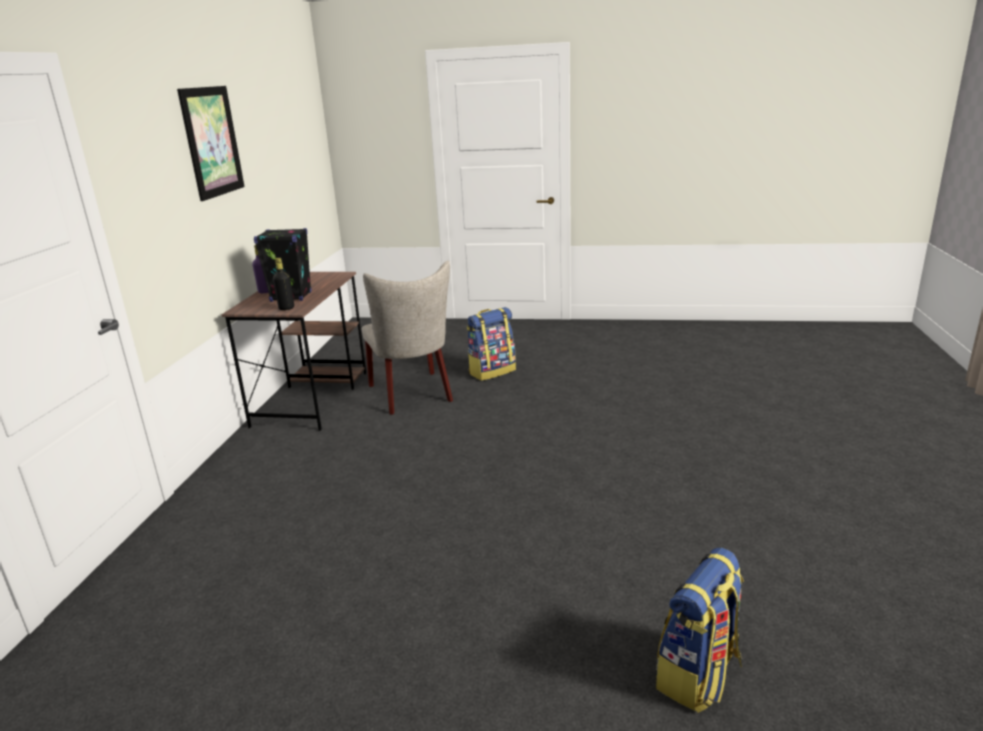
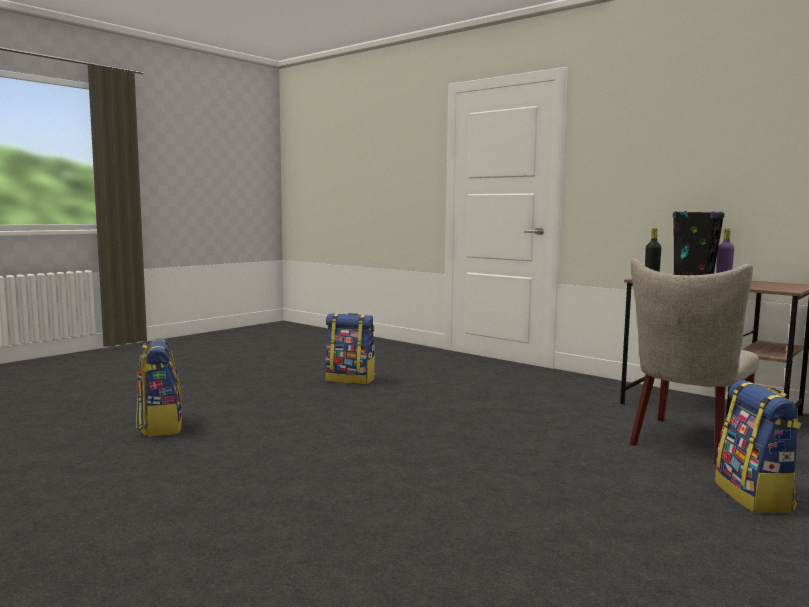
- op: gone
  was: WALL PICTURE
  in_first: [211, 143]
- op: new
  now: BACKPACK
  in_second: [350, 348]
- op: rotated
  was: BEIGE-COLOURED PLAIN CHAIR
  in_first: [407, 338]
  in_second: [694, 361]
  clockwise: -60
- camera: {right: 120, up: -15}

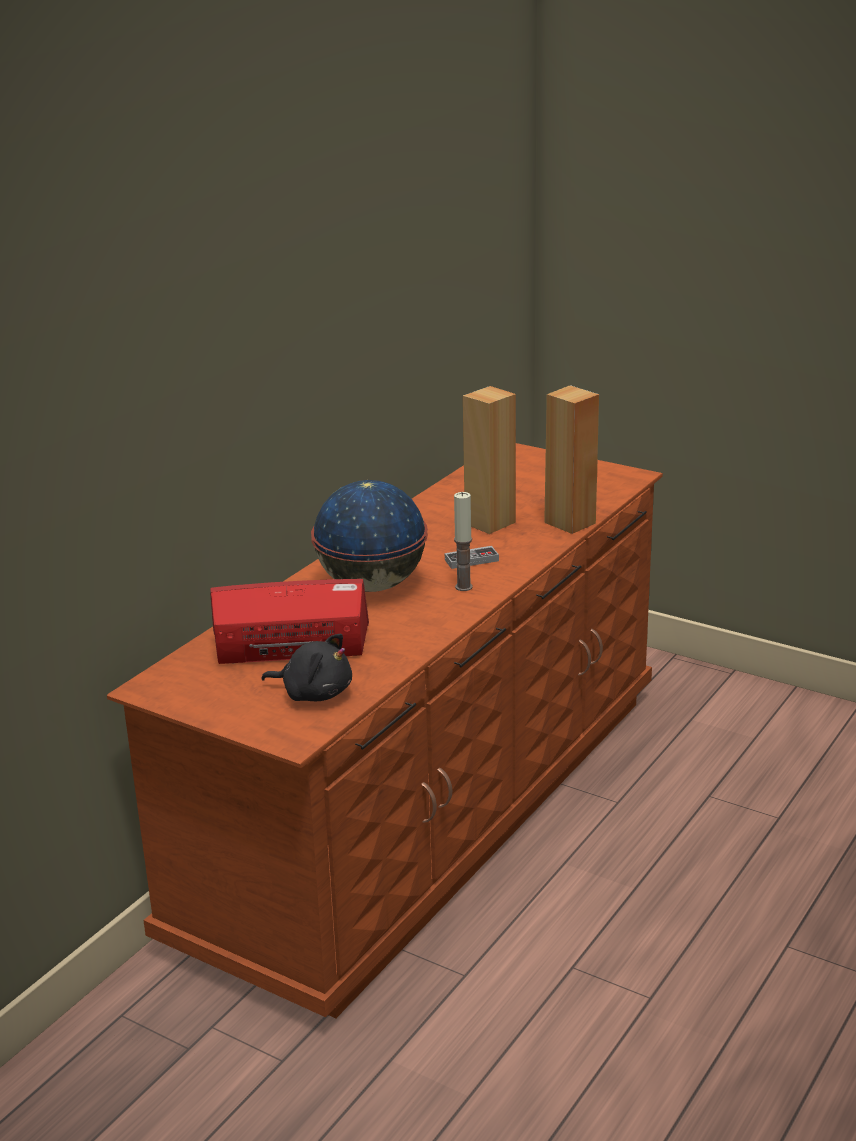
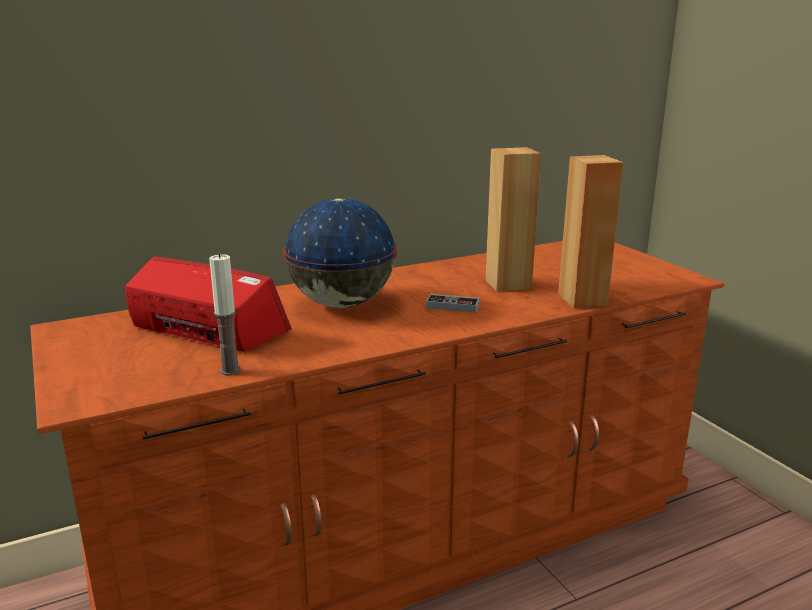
- op: gone
  was: BLACK-COLOURED CUDDLY TOY
  in_first: [306, 667]
- op: shifted
  was: CANDLE
  in_first: [463, 541]
  in_second: [225, 314]
- camera: {right: 30, up: -5}

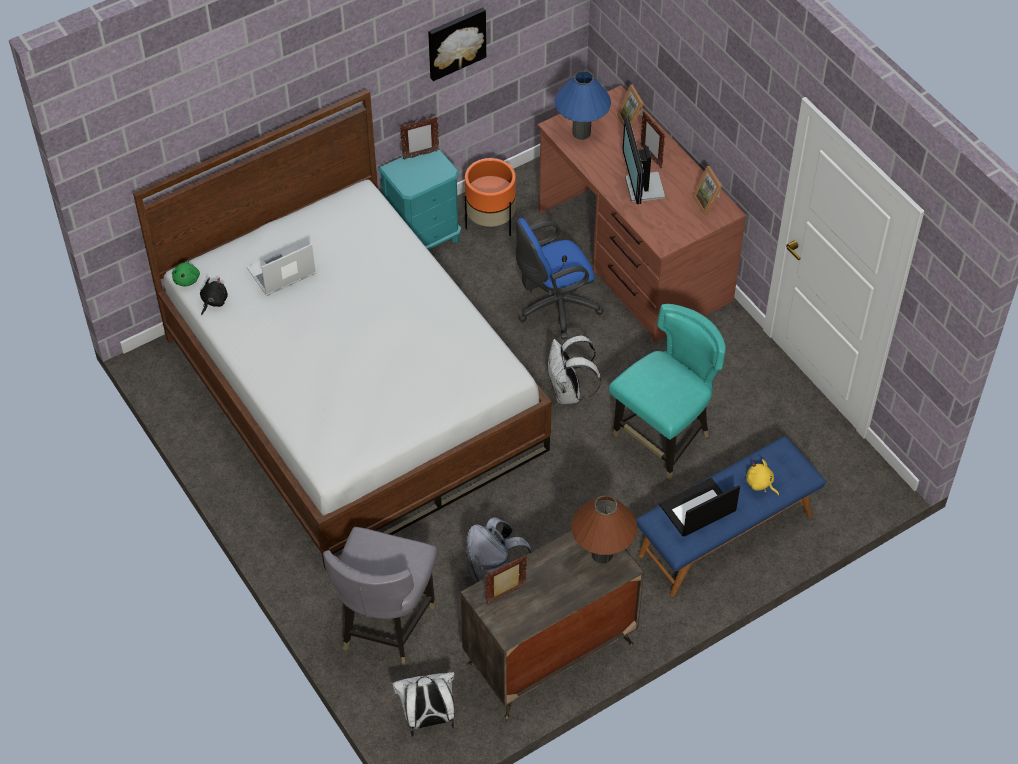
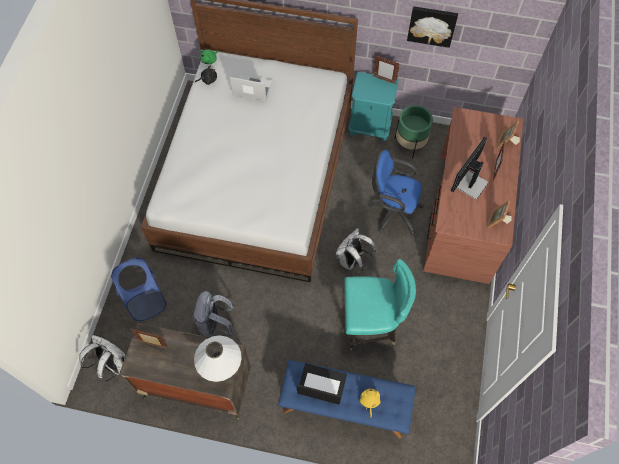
- op: gone
  was: BLUISH TABLETOP LAMP
  in_first: [583, 105]
- op: swapped
  was: GRAY PLAIN CHAIR
  now: BLUISH WASHING BASKET
  in_first: [380, 596]
  in_second: [139, 289]
- op: repainted
  was: ORANGE-COLOURED PLANT POT
  now: GREEN-COLOURED PLANT POT
  in_first: [490, 197]
  in_second: [414, 131]
- op: repainted
  was: BROWN TABLETOP LAMP
  now: WHITE TABLETOP LAMP
  in_first: [604, 529]
  in_second: [218, 358]
- camera: {right: 45, up: 10}

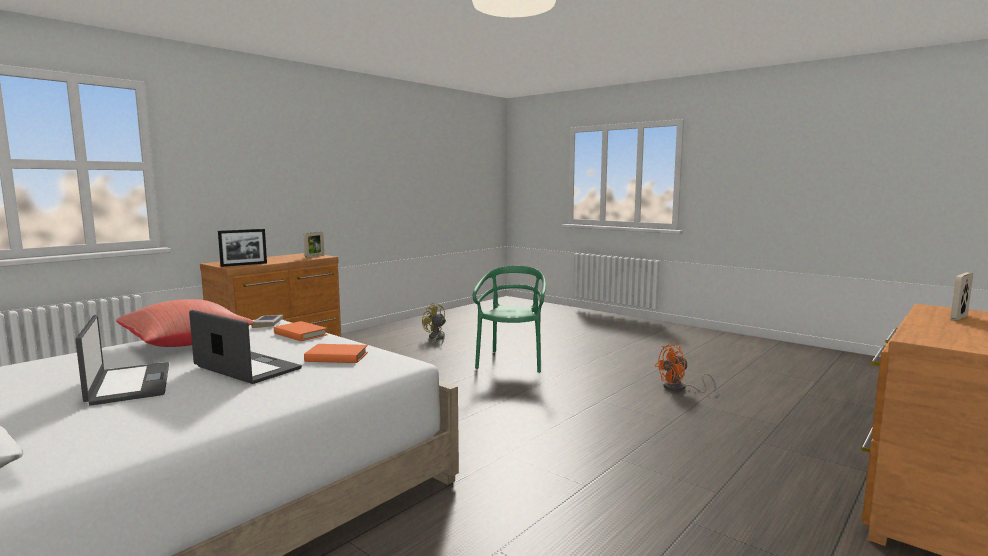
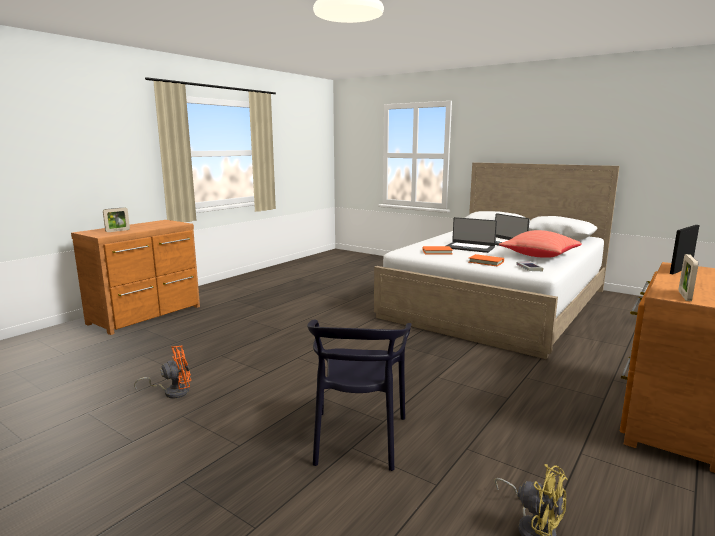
- op: repainted
  was: GREEN-COLOURED PLAIN CHAIR
  now: BLACK-COLOURED PLAIN CHAIR
  in_first: [509, 319]
  in_second: [359, 395]
- camera: {right: 175, up: 5}

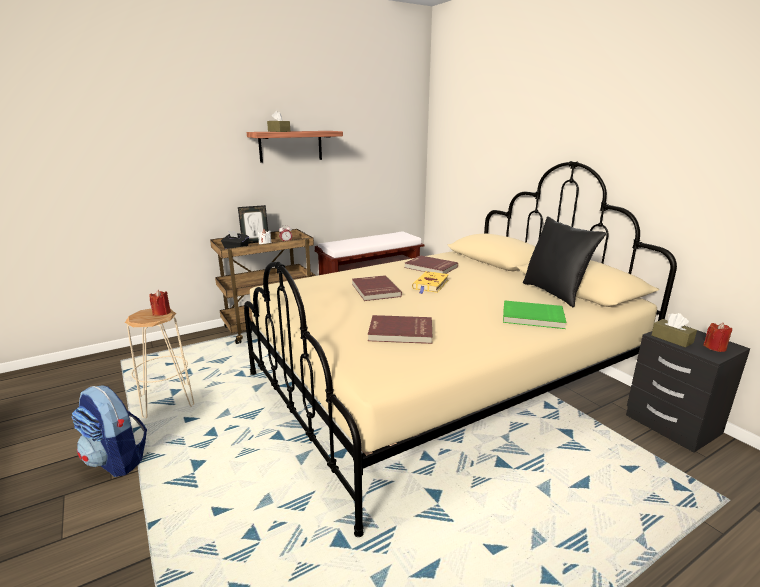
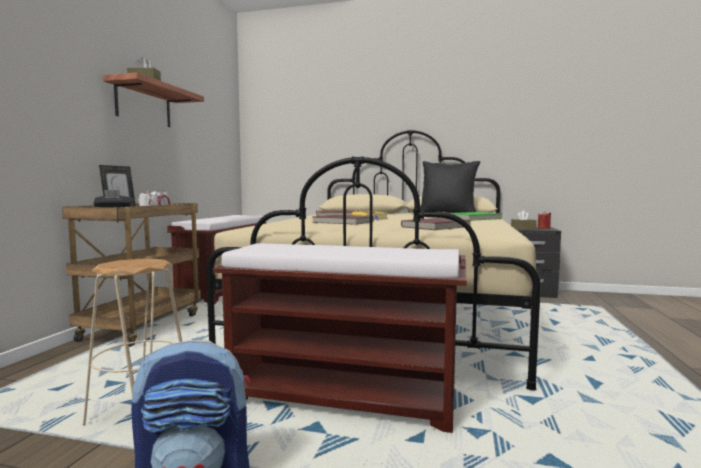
- op: gone
  was: RED CANDLE
  in_first: [160, 303]
- op: new
  now: BROWN INDOOR BENCH
  in_second: [340, 338]
- camera: {right: -45, up: -15}

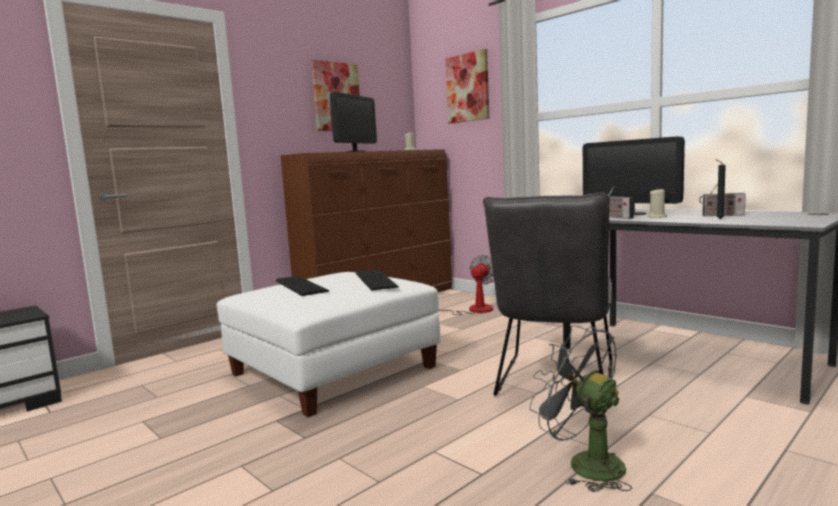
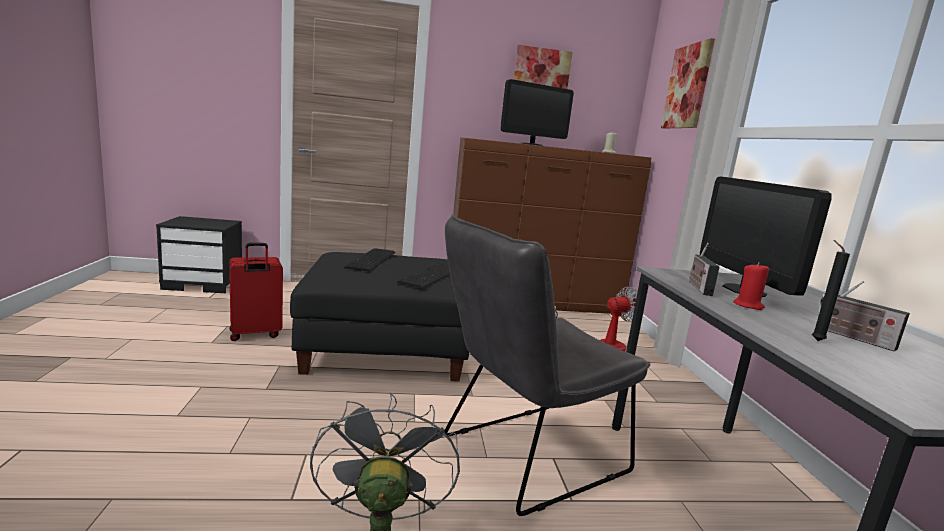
- op: new
  now: RED PIECE OF LUGGAGE
  in_second: [256, 292]
- op: repainted
  was: WHITE OTTOMAN
  now: BLACK-COLOURED OTTOMAN
  in_first: [328, 344]
  in_second: [379, 317]
- op: repainted
  was: BEIGE-COLOURED CANDLE
  now: RED CANDLE
  in_first: [657, 203]
  in_second: [751, 286]
- camera: {right: 35, up: 5}

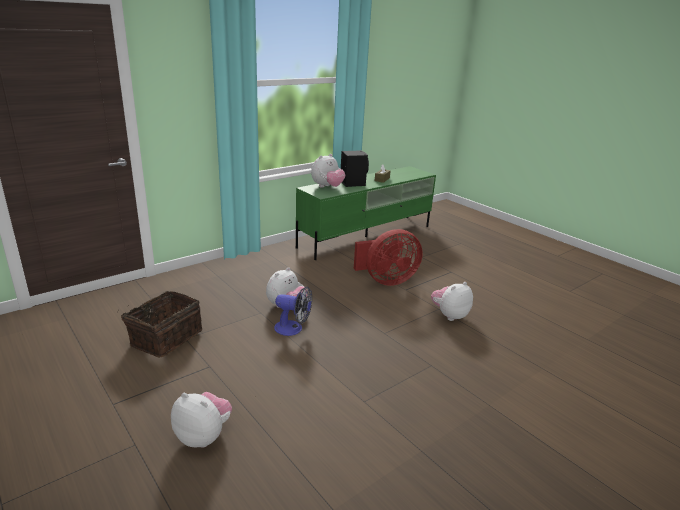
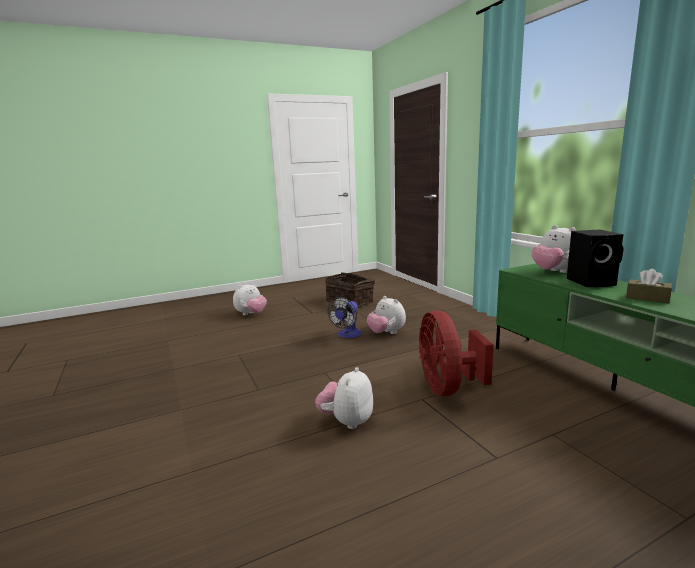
- op: rotated
  was: CUDDLY TOY
  in_first: [452, 301]
  in_second: [344, 398]
  clockwise: -135
- camera: {right: 105, up: -10}

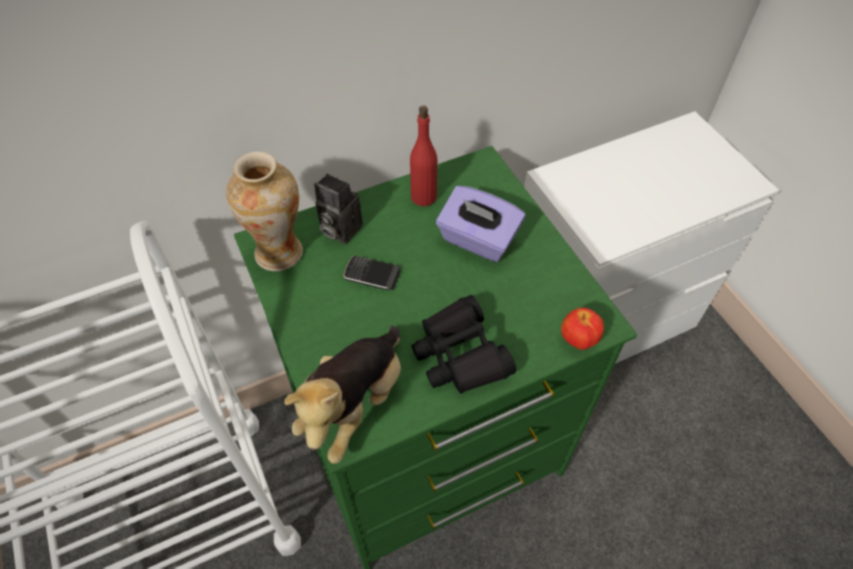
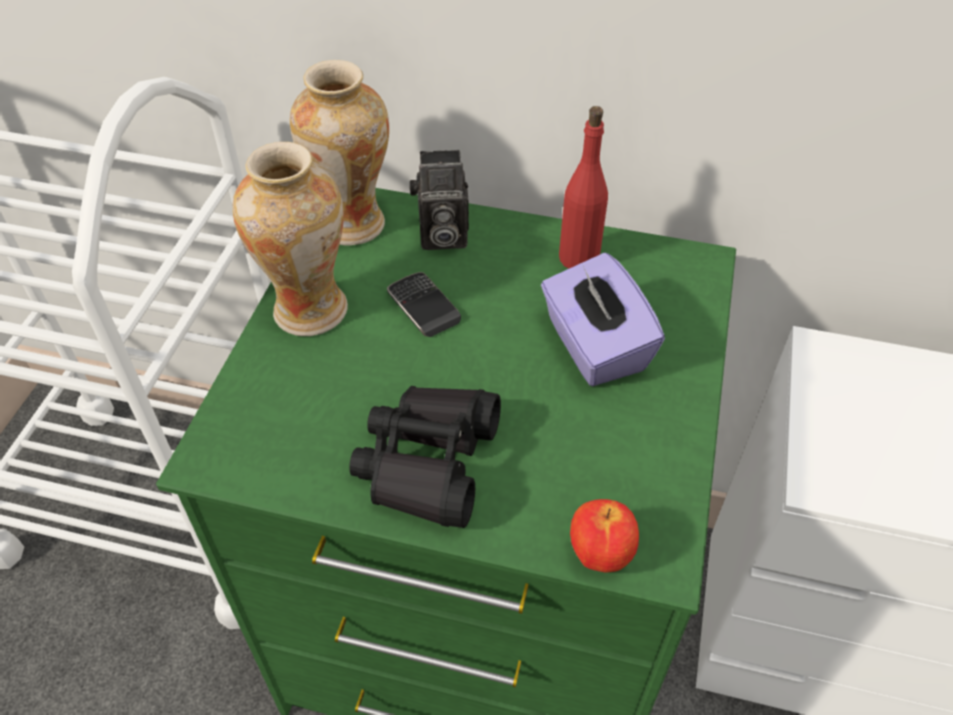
- op: gone
  was: CUDDLY TOY
  in_first: [343, 395]
- op: new
  now: VASE
  in_second: [290, 239]
- op: rotated
  was: STILL CAMERA
  in_first: [338, 208]
  in_second: [439, 200]
  clockwise: -75
- camera: {right: 40, up: -5}

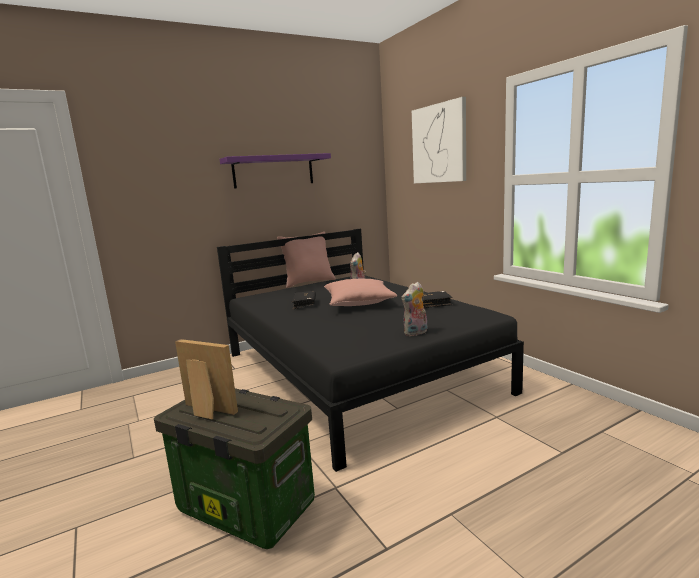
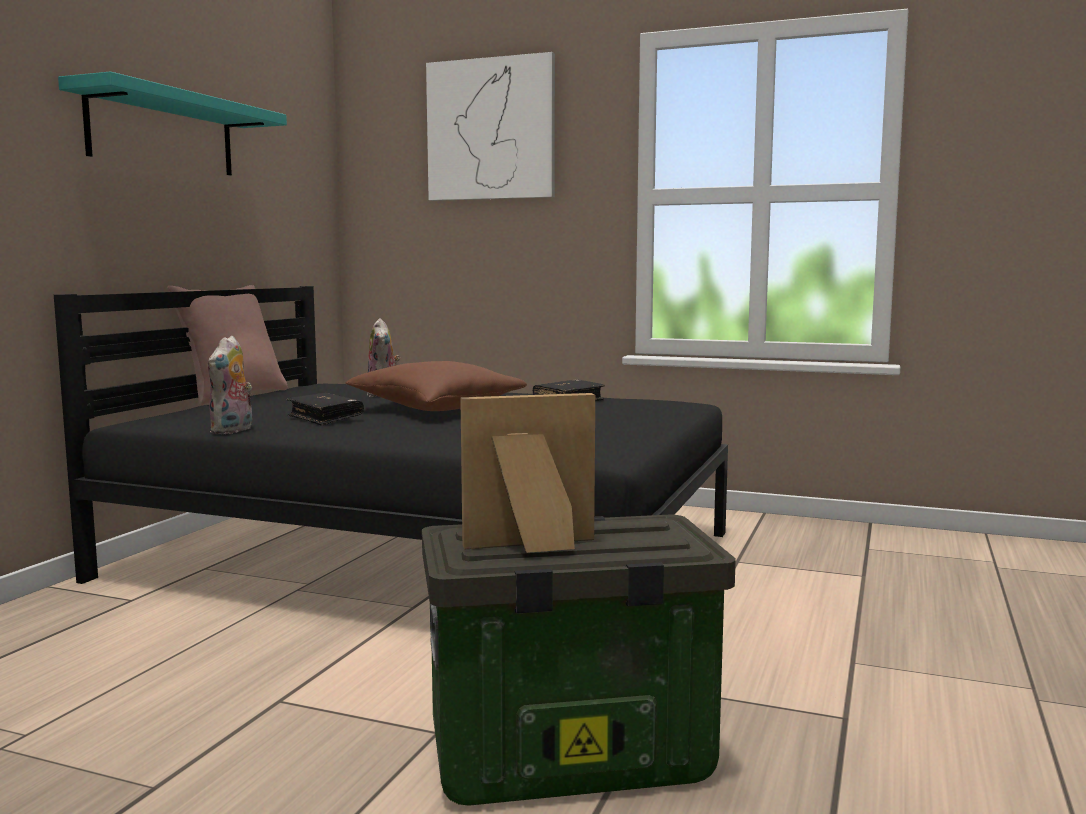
- op: shifted
  was: CUDDLY TOY
  in_first: [414, 309]
  in_second: [230, 385]
- op: repainted
  was: PURPLISH WALL SHELF
  now: BLUE-GREEN WALL SHELF
  in_first: [275, 171]
  in_second: [172, 123]
- op: repainted
  was: PINK PILLOW
  now: BROWN PILLOW
  in_first: [360, 292]
  in_second: [436, 386]
- camera: {right: -40, up: -5}

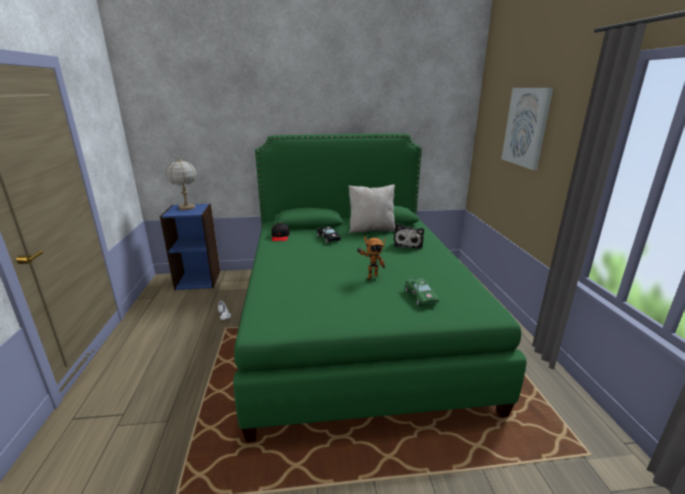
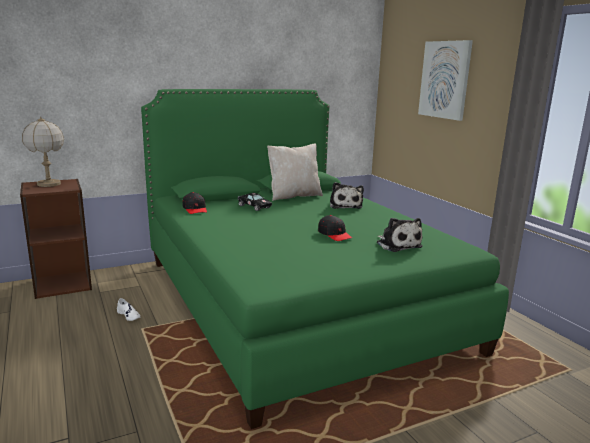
- op: swapped
  was: ROBOT FIGURE
  now: BLACK-COLOURED CAP
  in_first: [371, 258]
  in_second: [335, 228]
- op: swapped
  was: GREEN-COLOURED MINIATURE CAR
  now: CUDDLY TOY
  in_first: [422, 291]
  in_second: [400, 235]
- op: repainted
  was: BLUISH BOOKCASE
  now: BROWN BOOKCASE
  in_first: [190, 247]
  in_second: [56, 239]
- camera: {right: -20, up: -5}

